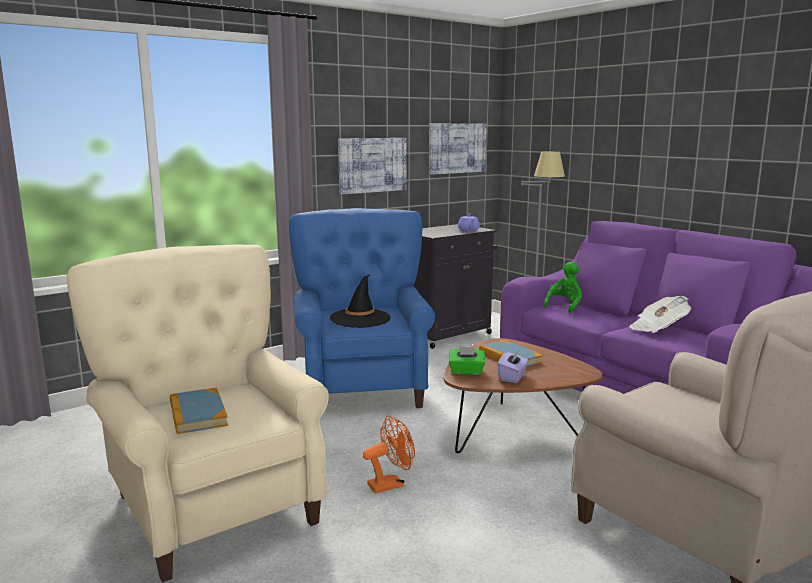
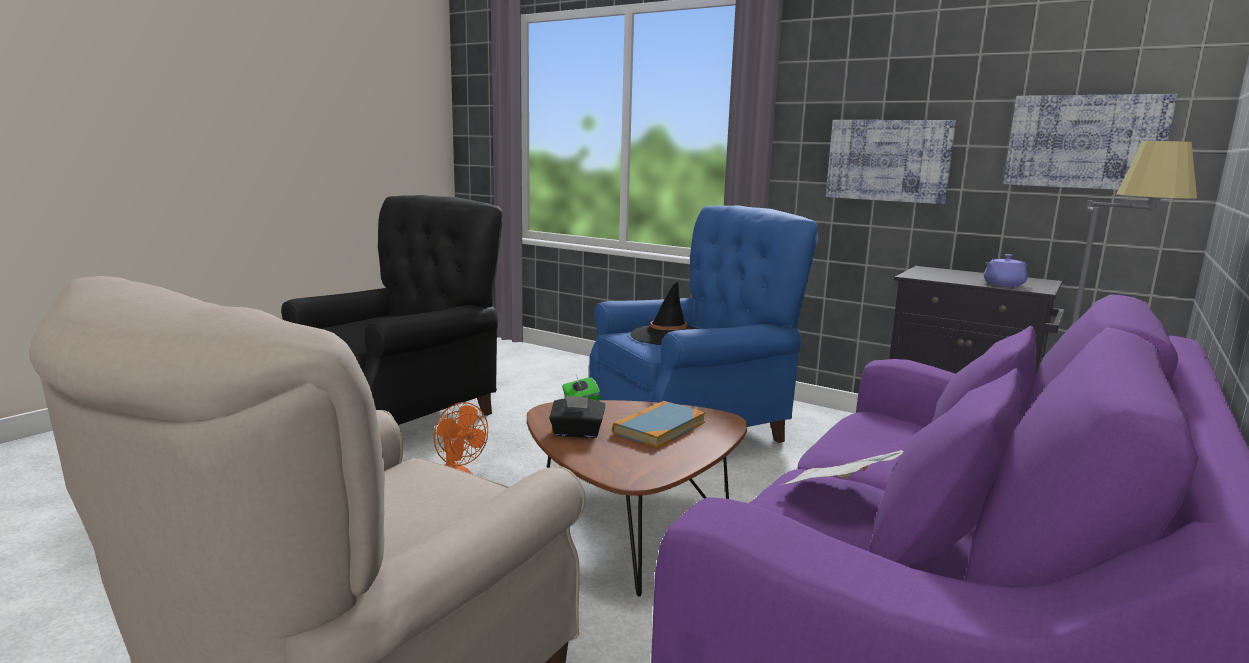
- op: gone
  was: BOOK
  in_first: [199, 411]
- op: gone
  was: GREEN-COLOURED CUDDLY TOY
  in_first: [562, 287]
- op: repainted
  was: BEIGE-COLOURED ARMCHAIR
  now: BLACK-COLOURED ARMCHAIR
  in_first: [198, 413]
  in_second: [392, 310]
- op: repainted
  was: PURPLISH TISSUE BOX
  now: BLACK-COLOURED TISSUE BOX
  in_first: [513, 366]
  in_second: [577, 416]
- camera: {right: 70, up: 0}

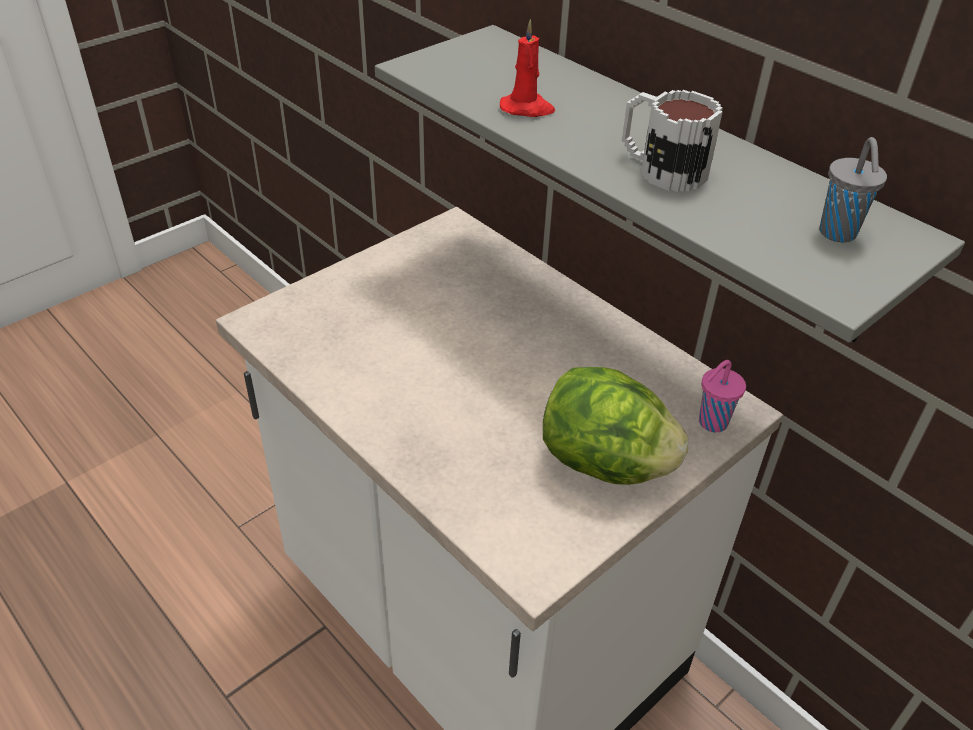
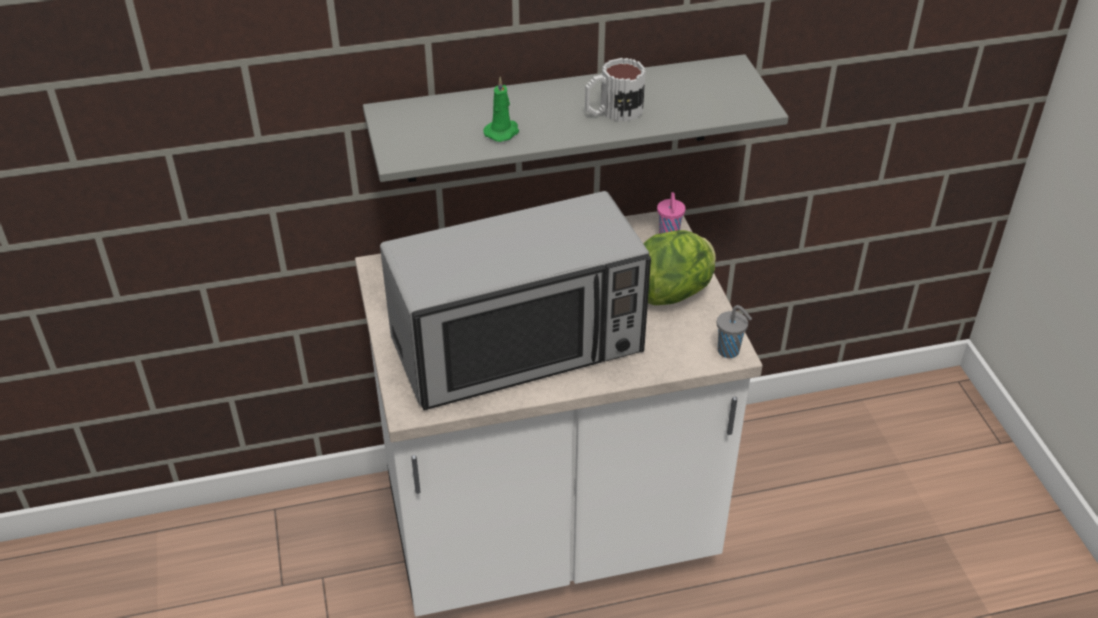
- op: new
  now: MICROWAVE OVEN
  in_second: [515, 300]
- op: shifted
  was: GRAY SMALL CUP
  in_first: [853, 190]
  in_second: [734, 331]
- op: repainted
  was: RED CANDLE
  now: GREEN-COLOURED CANDLE
  in_first: [527, 68]
  in_second: [501, 109]
- camera: {right: -60, up: 0}

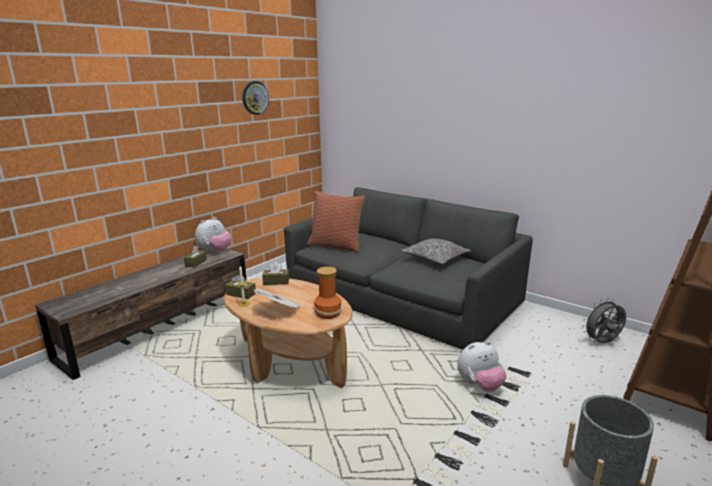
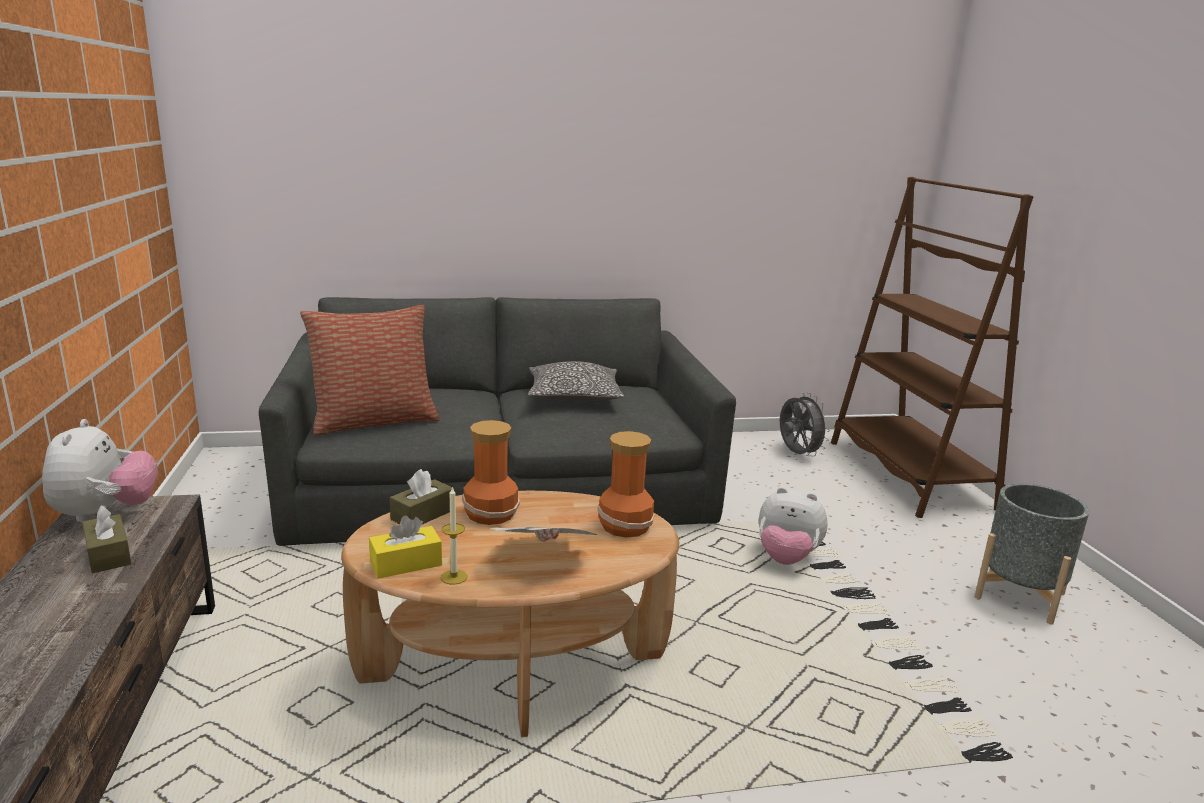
- op: gone
  was: HANGING CLOCK
  in_first: [255, 98]
- op: new
  now: VASE
  in_second: [491, 472]
- op: repainted
  was: BROWN TISSUE BOX
  now: YELLOW-COLOURED TISSUE BOX
  in_first: [240, 286]
  in_second: [405, 547]
- op: rotated
  was: CUDDLY TOY
  in_first: [481, 366]
  in_second: [793, 526]
  clockwise: 90
- op: rotated
  was: GRAY FAN
  in_first: [604, 320]
  in_second: [805, 425]
  clockwise: 135
- camera: {right: -50, up: 0}

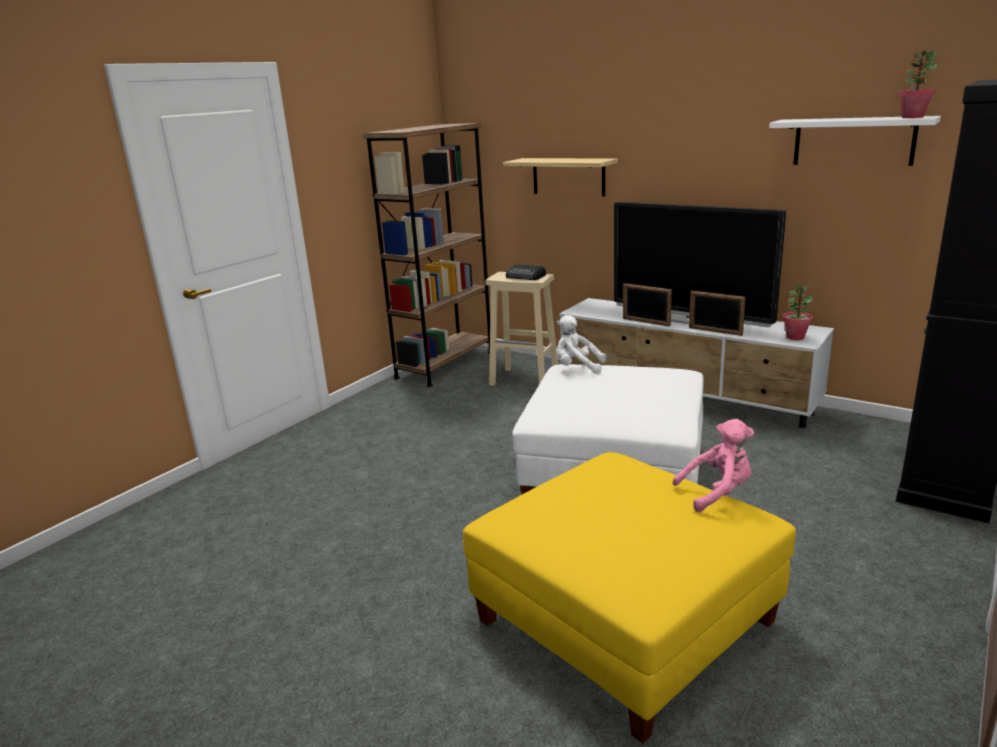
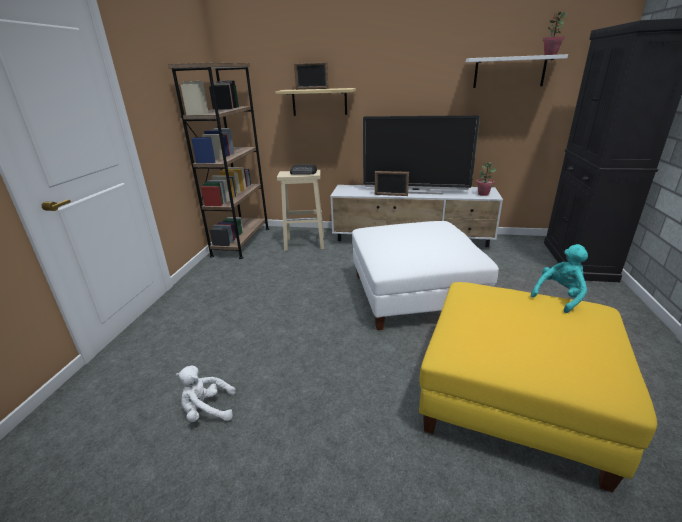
- op: shifted
  was: WHITE CUDDLY TOY
  in_first: [581, 344]
  in_second: [206, 394]
- op: shifted
  was: STANDING FRAME
  in_first: [717, 313]
  in_second: [311, 76]
- op: repainted
  was: PINK CUDDLY TOY
  now: BLUE-GREEN CUDDLY TOY
  in_first: [713, 465]
  in_second: [559, 278]
- camera: {right: -25, up: 5}

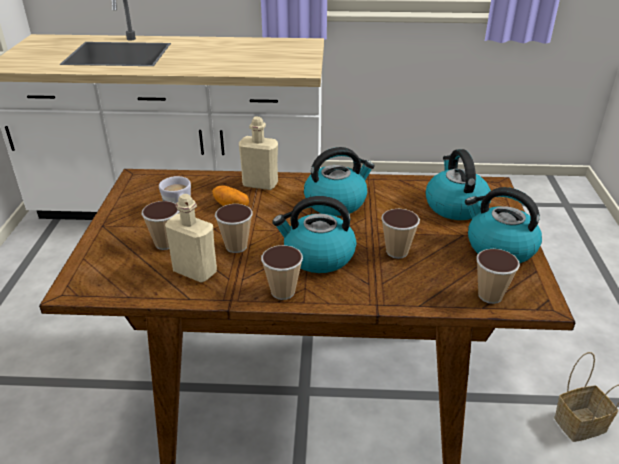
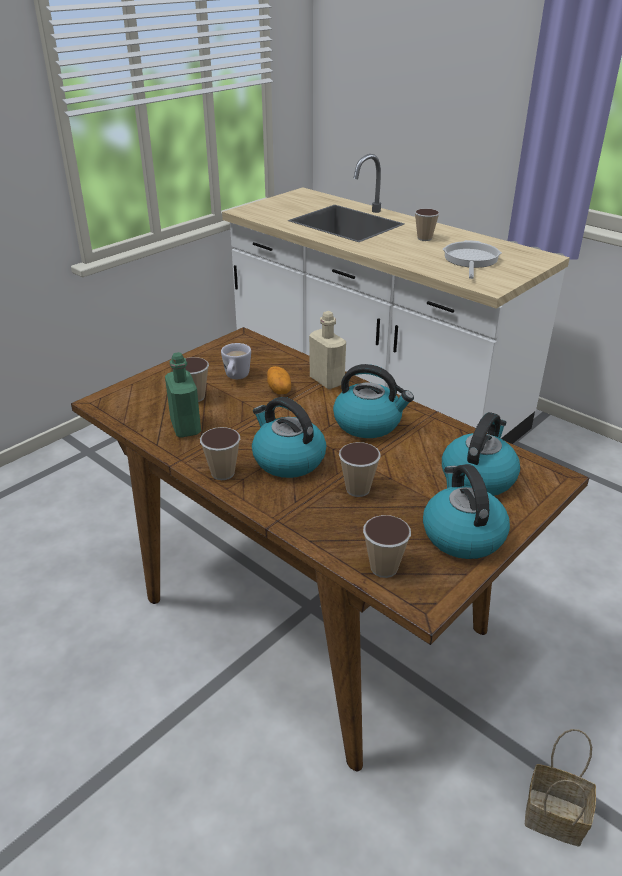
- op: new
  now: SKILLET
  in_second: [472, 259]
- op: shifted
  was: SMALL CUP
  in_first: [234, 228]
  in_second: [427, 224]
- op: repainted
  was: BEIGE-COLOURED BOTTLE
  now: GREEN-COLOURED BOTTLE
  in_first: [191, 238]
  in_second: [183, 395]
- camera: {right: 40, up: 0}

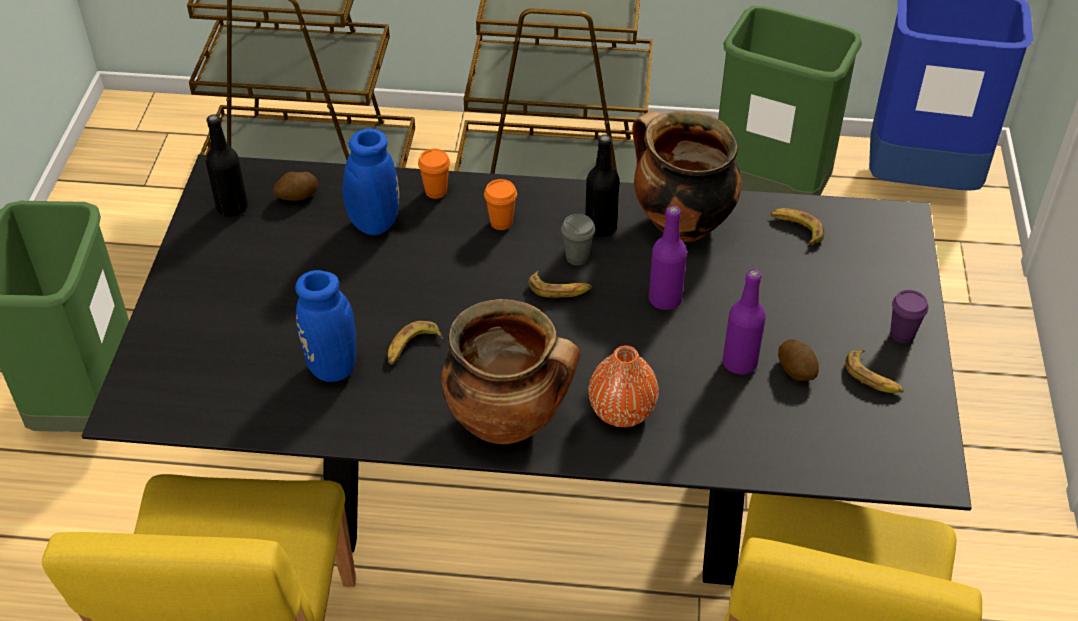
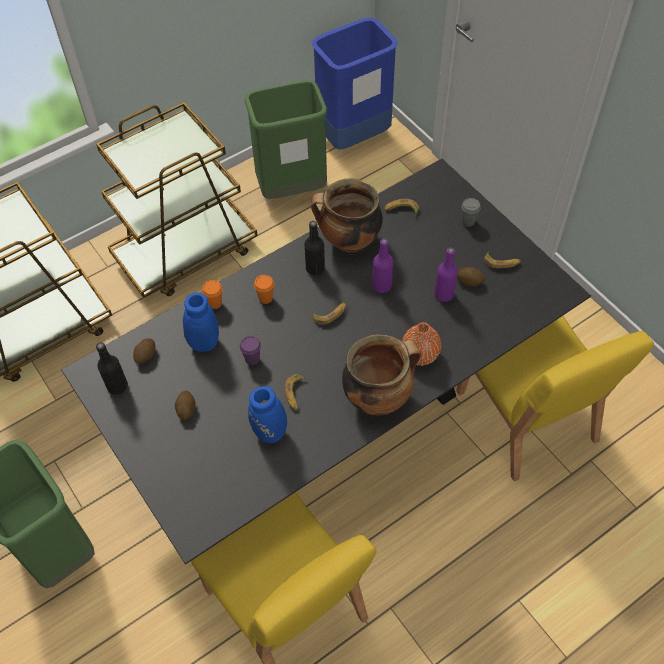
- op: new
  now: SPUD
  in_second: [185, 405]
- op: shifted
  was: GRAY SMALL CUP
  in_first: [578, 240]
  in_second: [471, 212]
- op: shifted
  was: PURPLISH SMALL CUP
  in_first: [909, 316]
  in_second: [250, 350]
- camera: {right: -40, up: 10}

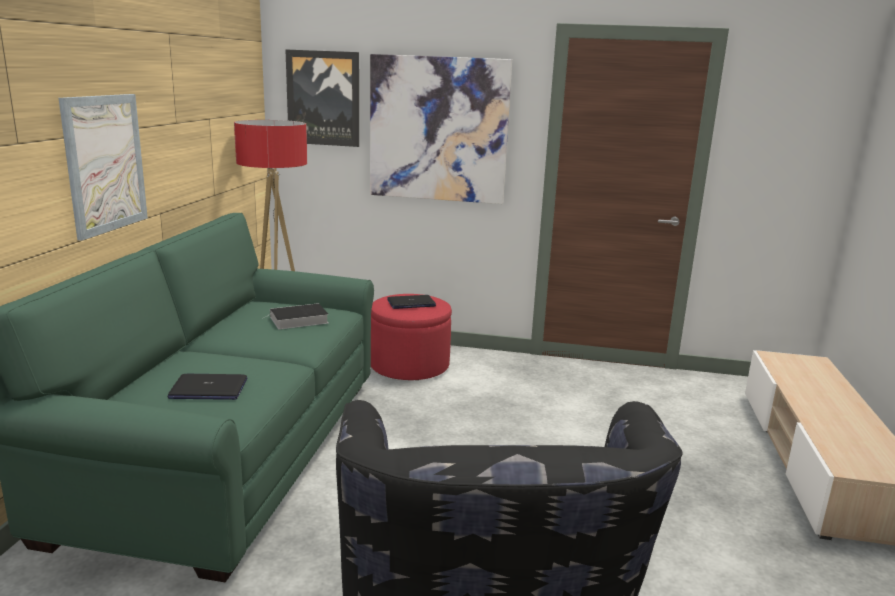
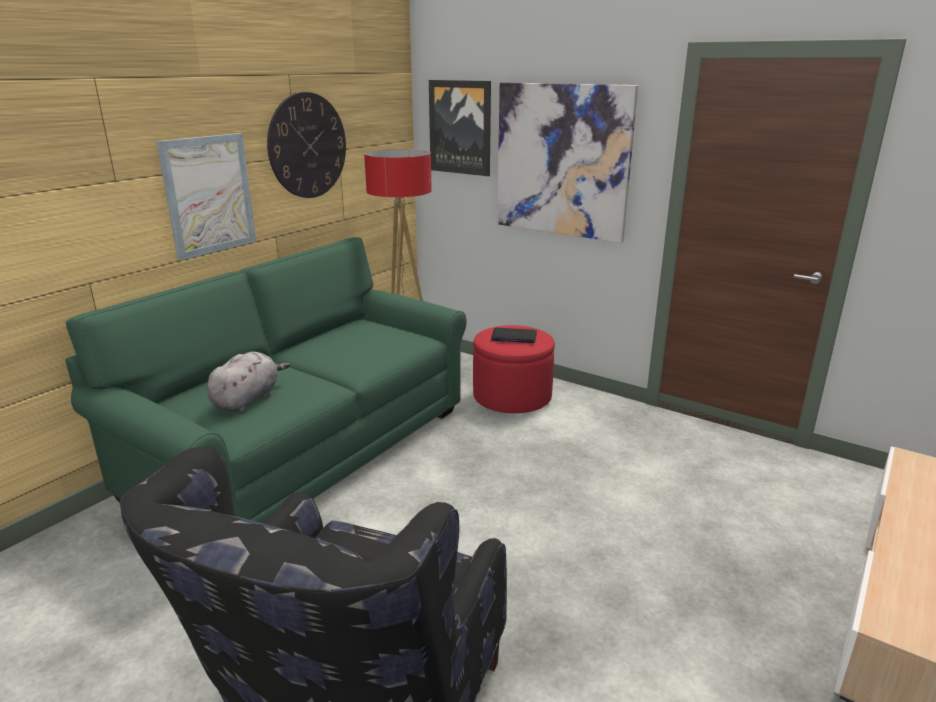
- op: gone
  was: BOOK
  in_first: [296, 316]
- op: new
  now: HANGING CLOCK
  in_second: [306, 145]
- op: swapped
  was: NOTEBOOK COMPUTER
  now: GRAY CUDDLY TOY
  in_first: [207, 387]
  in_second: [248, 382]
- camera: {right: 25, up: 5}

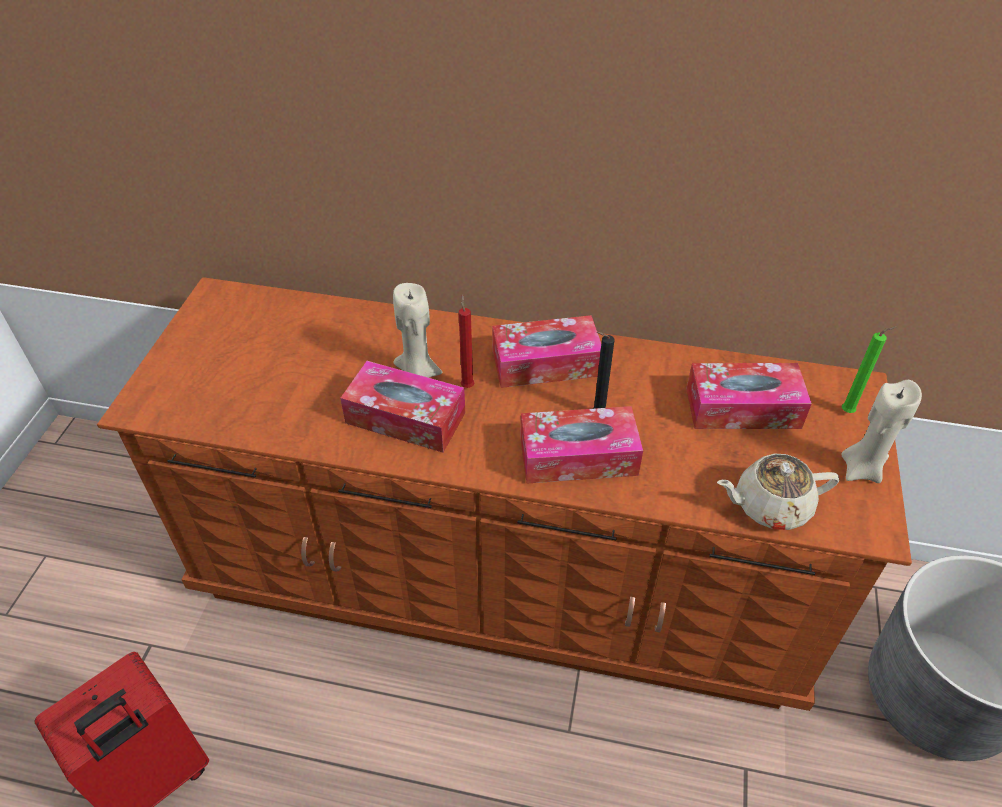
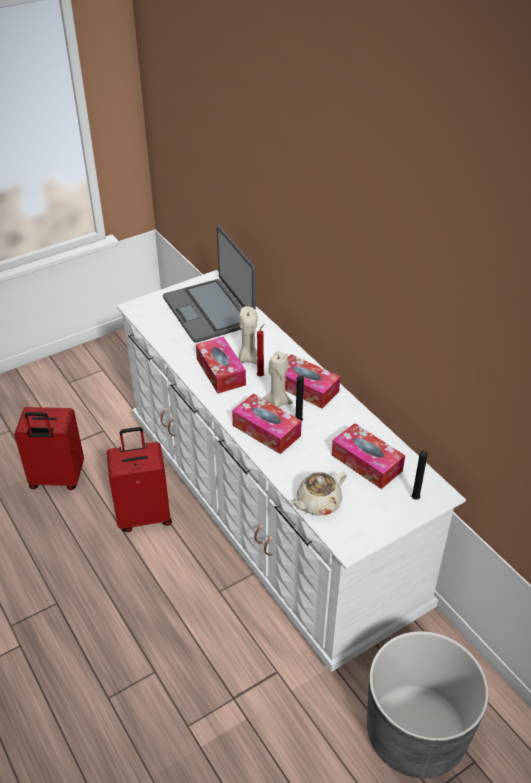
- op: new
  now: RED PIECE OF LUGGAGE
  in_second: [139, 479]
- op: new
  now: NOTEBOOK COMPUTER
  in_second: [209, 284]
- op: shifted
  was: BEIGE-COLOURED CANDLE
  in_first: [881, 431]
  in_second: [278, 379]
- op: repainted
  was: BROWN CHEST OF DRAWERS
  now: WHITE CHEST OF DRAWERS
  in_first: [504, 494]
  in_second: [291, 471]
- op: repainted
  was: GREEN-COLOURED CANDLE
  now: BLACK-COLOURED CANDLE
  in_first: [869, 369]
  in_second: [421, 475]
- op: rotated
  was: BEIGE-COLOURED TEAPOT
  in_first: [778, 492]
  in_second: [318, 494]
  clockwise: -75
- camera: {right: 45, up: -5}

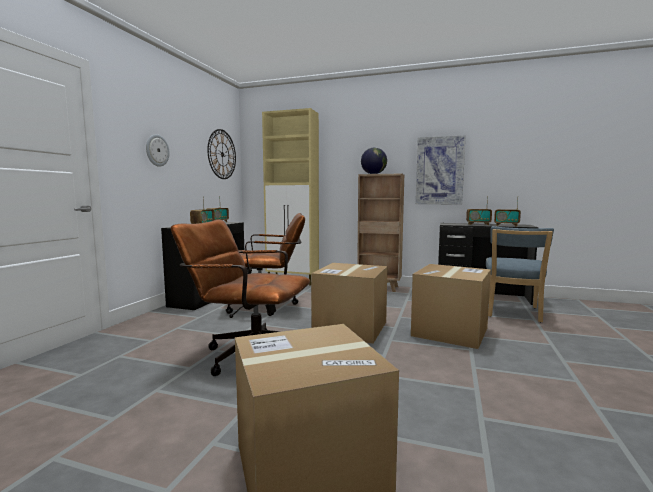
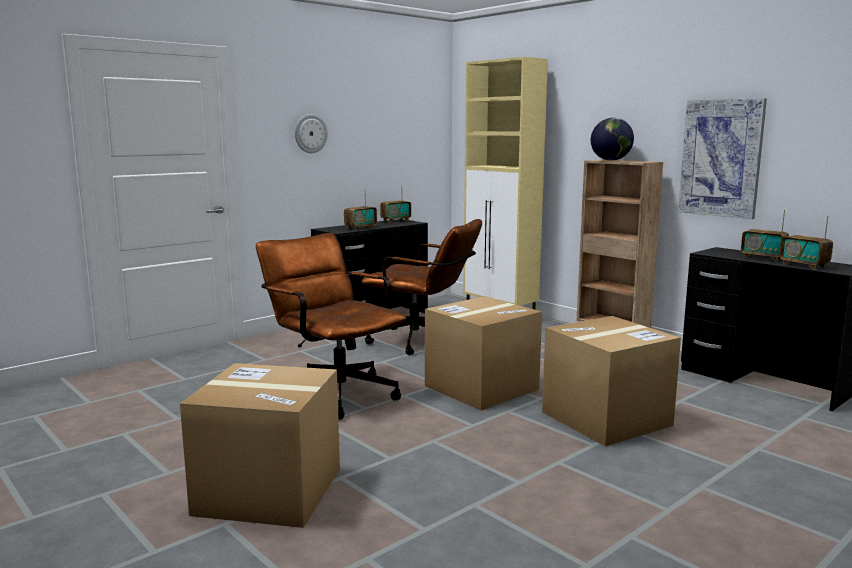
- op: gone
  was: HANGING CLOCK
  in_first: [221, 154]
- op: gone
  was: BLUISH PLAIN CHAIR
  in_first: [520, 274]
- camera: {right: 30, up: 5}

